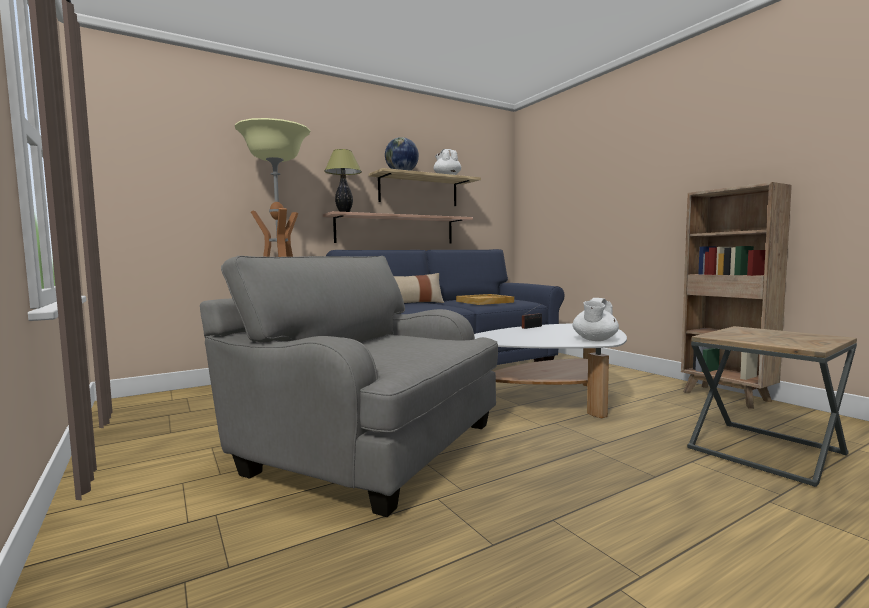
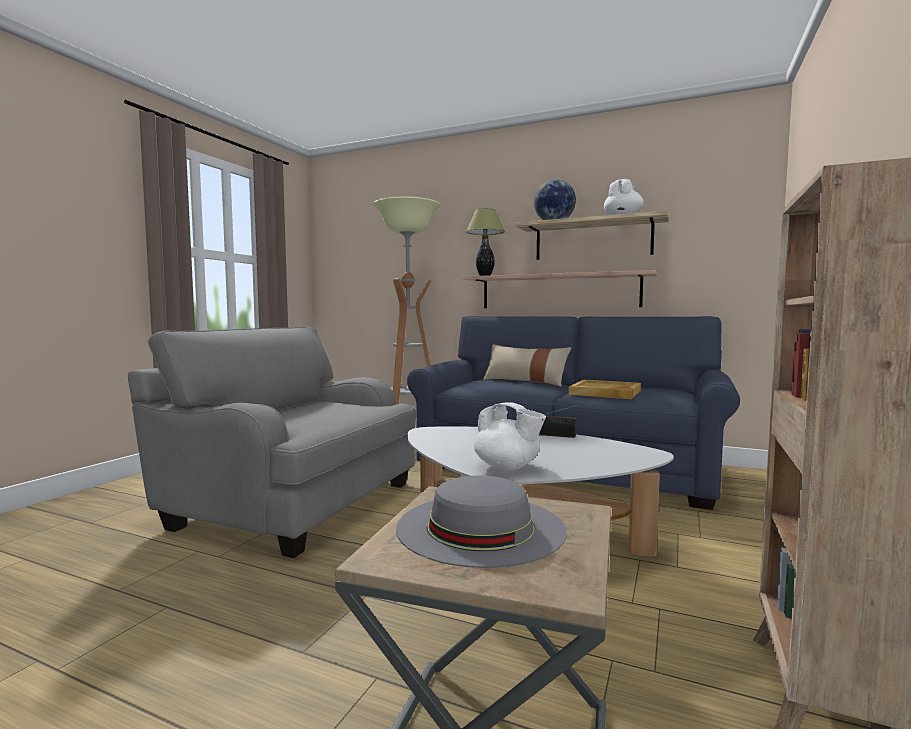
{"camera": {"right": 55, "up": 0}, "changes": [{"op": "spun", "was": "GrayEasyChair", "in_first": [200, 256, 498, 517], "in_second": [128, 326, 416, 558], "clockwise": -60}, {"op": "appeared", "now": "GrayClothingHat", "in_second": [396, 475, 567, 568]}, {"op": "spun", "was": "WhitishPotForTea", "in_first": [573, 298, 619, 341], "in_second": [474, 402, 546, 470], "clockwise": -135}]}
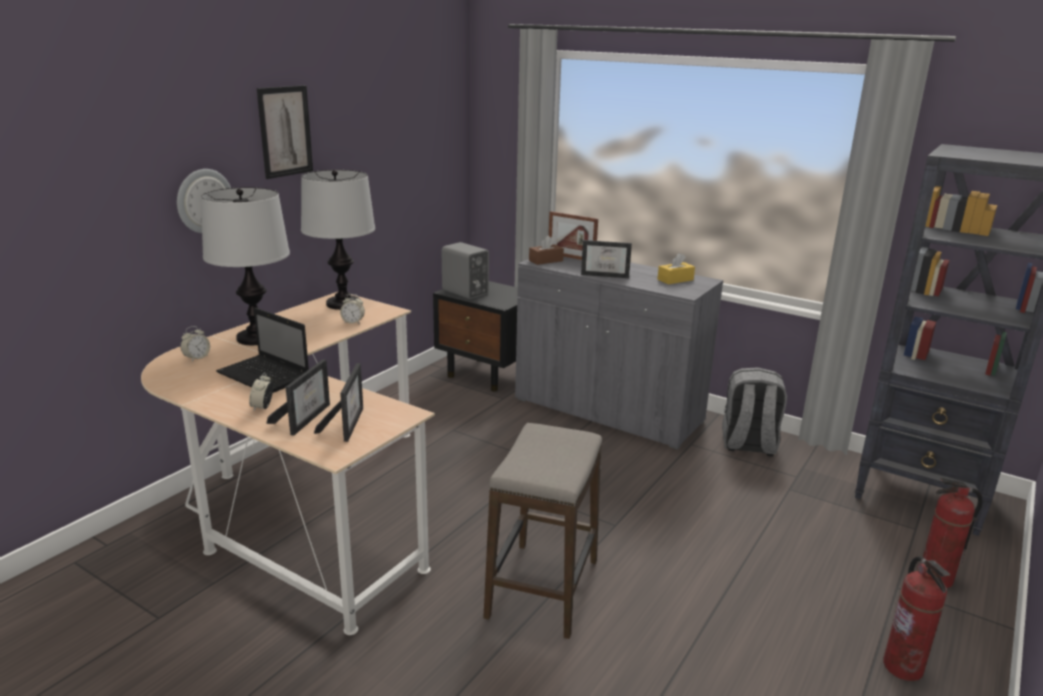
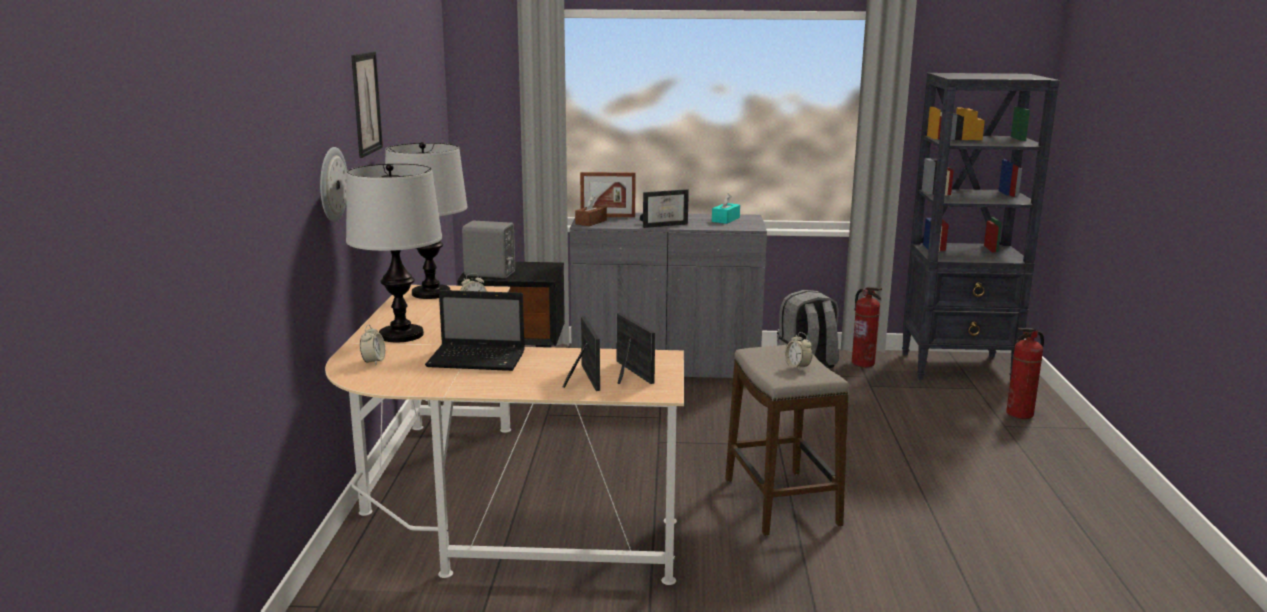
{"camera": {"right": -30, "up": -5}, "changes": [{"op": "colour", "was": "YellowTissueBox", "now": "BlueGreenTissueBox", "in_first": [657, 253, 695, 285], "in_second": [712, 193, 740, 224]}, {"op": "relocated", "was": "AlarmClock", "in_first": [249, 372, 273, 411], "in_second": [785, 332, 812, 371]}, {"op": "relocated", "was": "Extinguisher", "in_first": [883, 556, 950, 681], "in_second": [852, 287, 882, 367]}]}
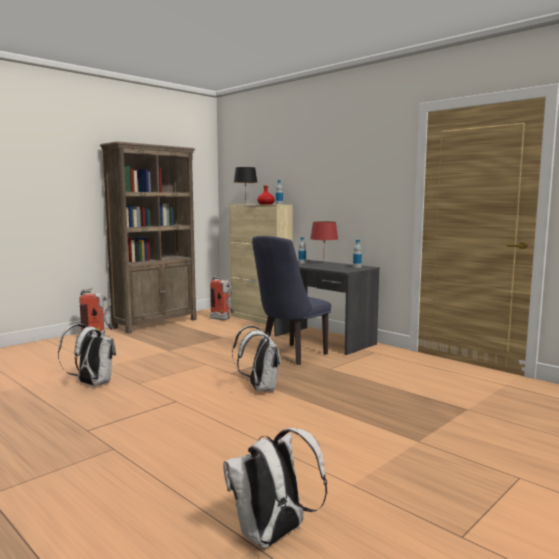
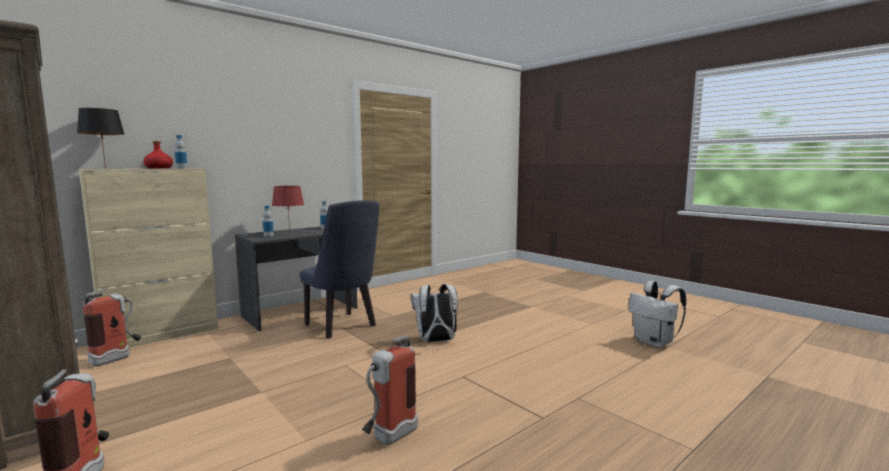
{"camera": {"right": -85, "up": 0}, "changes": [{"op": "exchanged", "was": "WhitishBackpack", "now": "Extinguisher", "in_first": [58, 324, 116, 386], "in_second": [362, 335, 418, 445]}]}
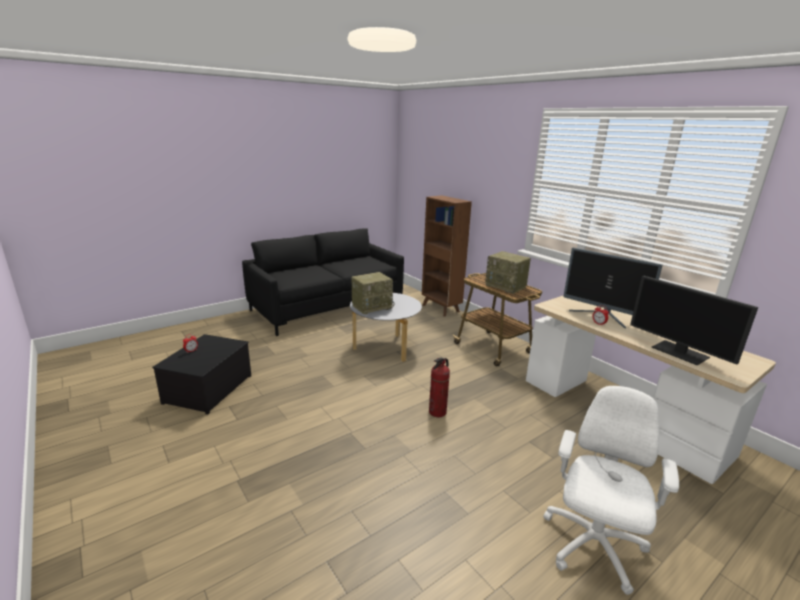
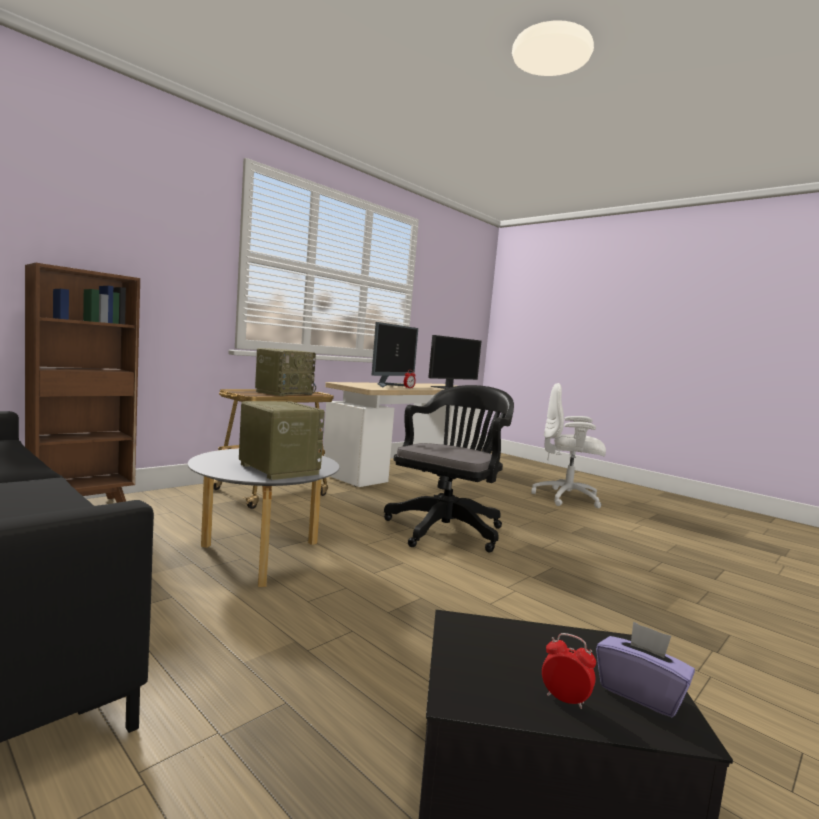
{"camera": {"right": -100, "up": -15}, "changes": [{"op": "exchanged", "was": "Extinguisher", "now": "BlackishDeskChair", "in_first": [429, 358, 450, 417], "in_second": [384, 385, 514, 553]}, {"op": "appeared", "now": "PurpleTissueBox", "in_second": [596, 621, 695, 717]}]}
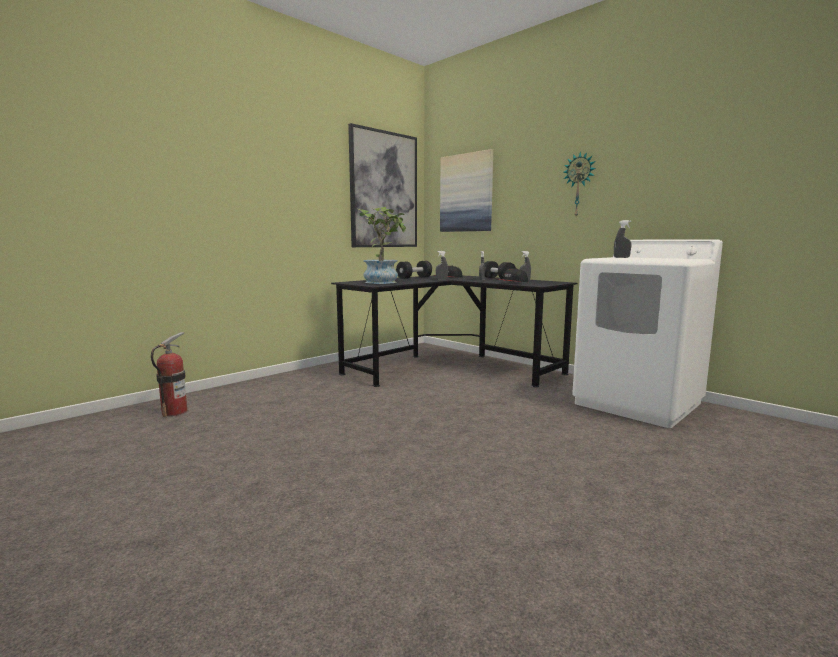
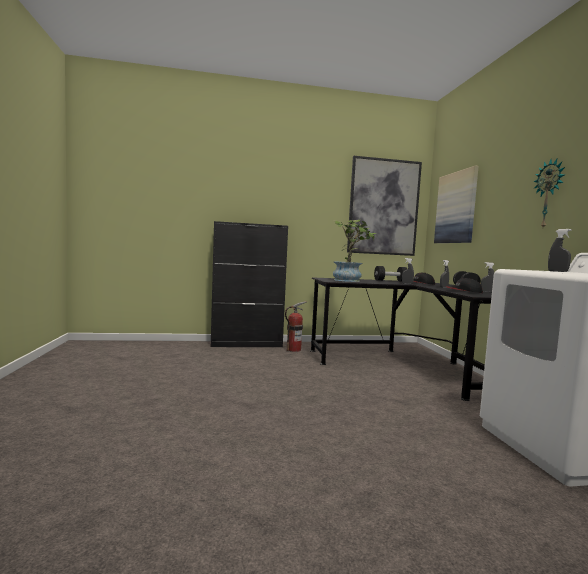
{"camera": {"right": 35, "up": -5}, "changes": [{"op": "appeared", "now": "BlackishCupboard", "in_second": [211, 221, 288, 347]}, {"op": "relocated", "was": "Extinguisher", "in_first": [151, 332, 187, 417], "in_second": [285, 301, 307, 352]}]}
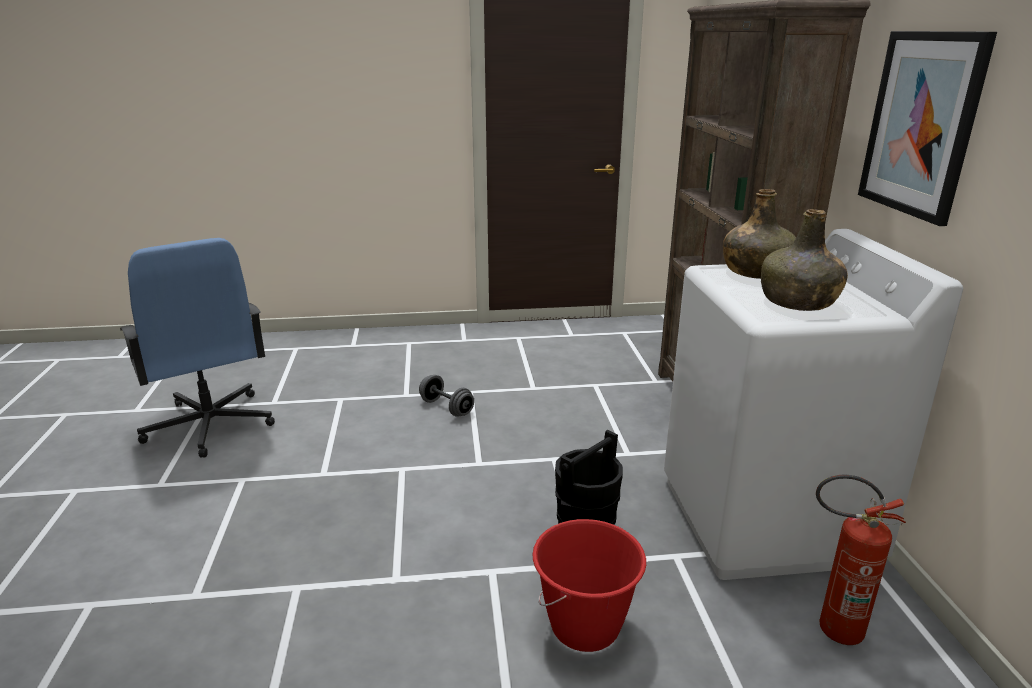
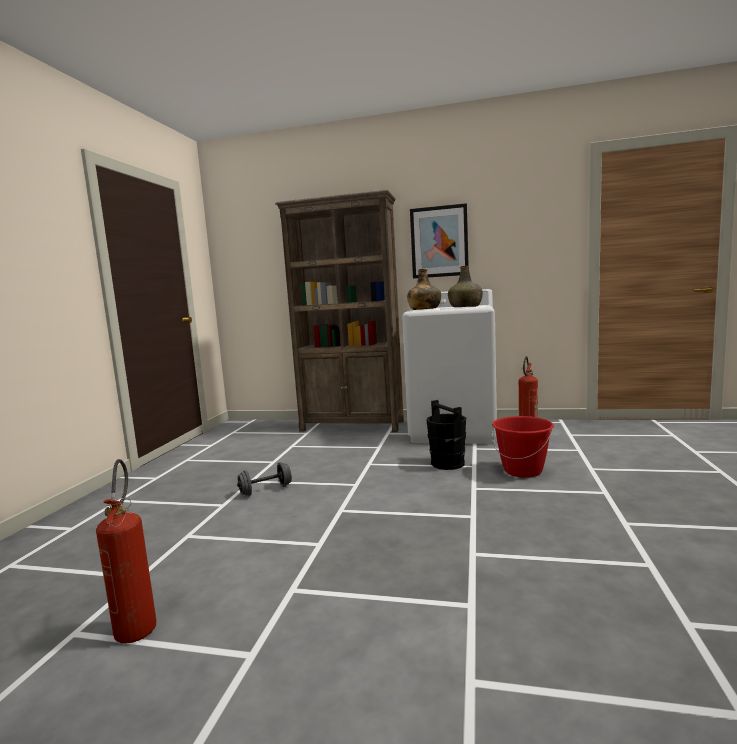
{"camera": {"right": -70, "up": -15}, "changes": [{"op": "exchanged", "was": "BlueColouredDeskChair", "now": "Extinguisher", "in_first": [120, 238, 275, 458], "in_second": [96, 459, 156, 644]}]}
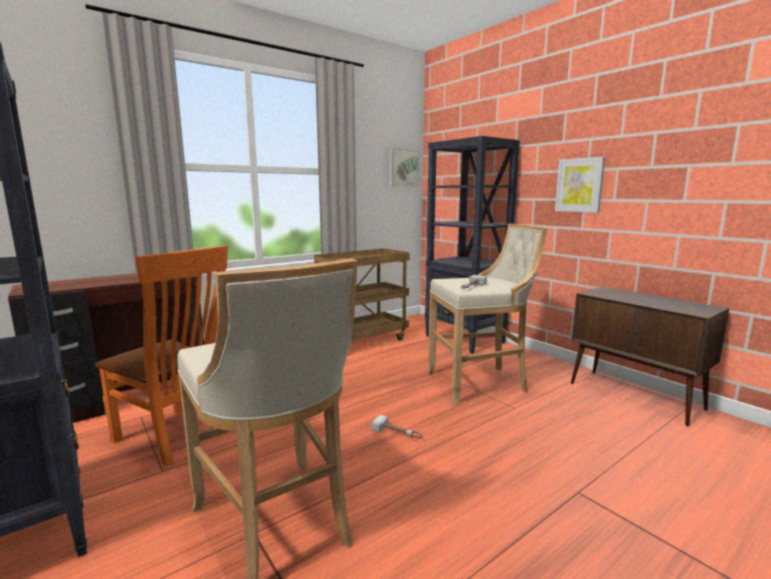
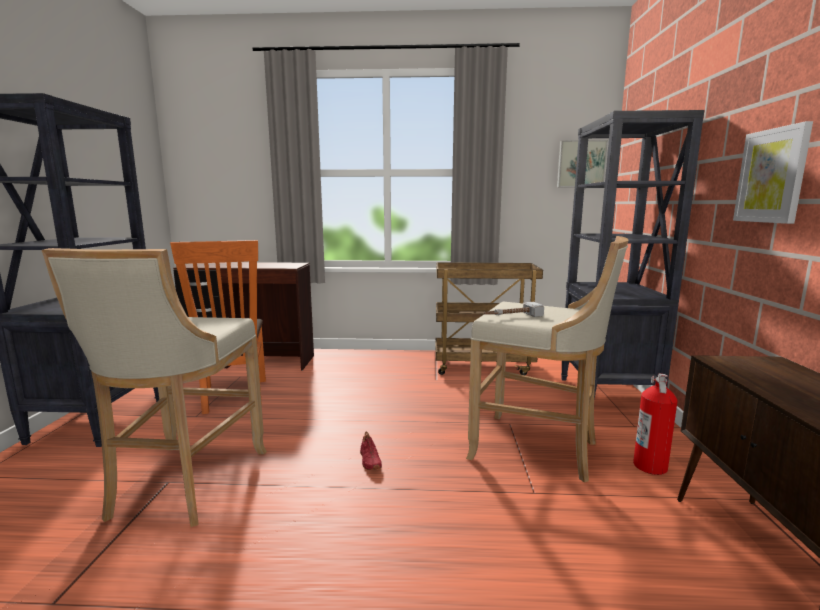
{"camera": {"right": 40, "up": 0}, "changes": [{"op": "exchanged", "was": "HandHammer", "now": "RedColouredLowShoe", "in_first": [371, 415, 422, 439], "in_second": [360, 431, 382, 470]}, {"op": "appeared", "now": "Extinguisher", "in_second": [633, 373, 678, 475]}]}
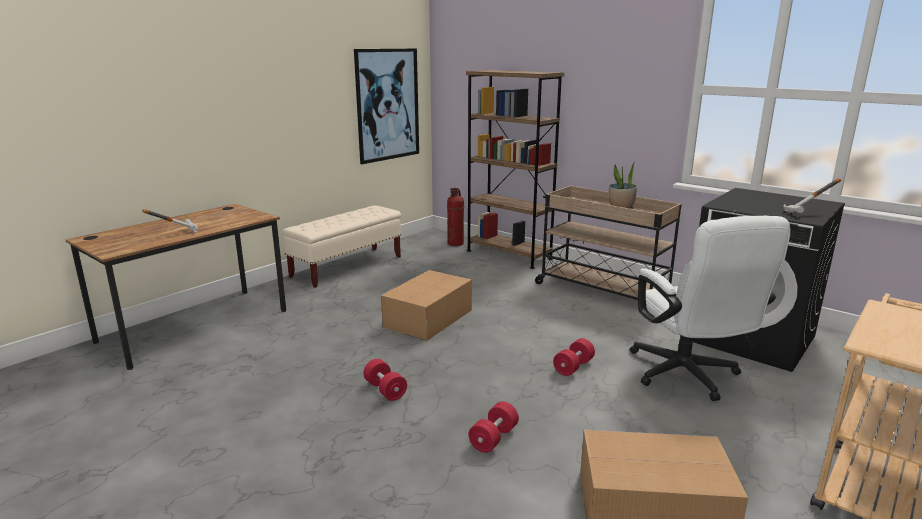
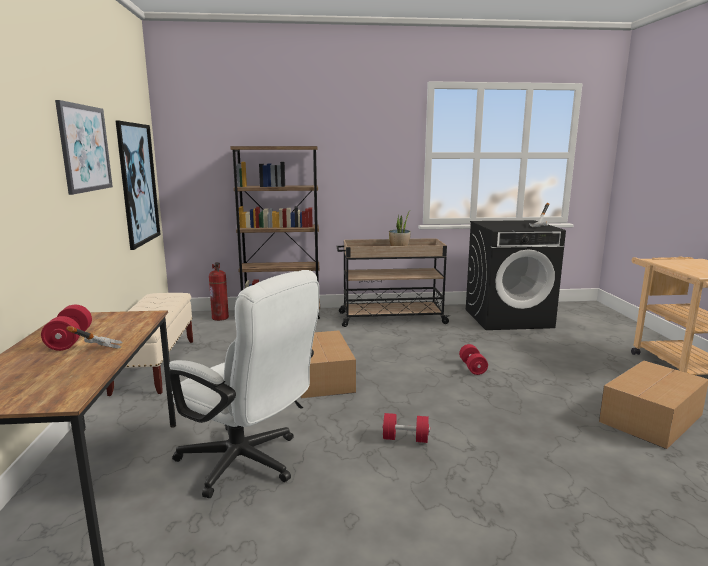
{"camera": {"right": -45, "up": -5}, "changes": [{"op": "relocated", "was": "RedColouredFreeWeight", "in_first": [469, 401, 519, 453], "in_second": [41, 305, 92, 351]}, {"op": "appeared", "now": "Picture", "in_second": [55, 100, 113, 195]}, {"op": "relocated", "was": "WhitishDeskChair", "in_first": [630, 216, 790, 401], "in_second": [169, 270, 319, 498]}]}
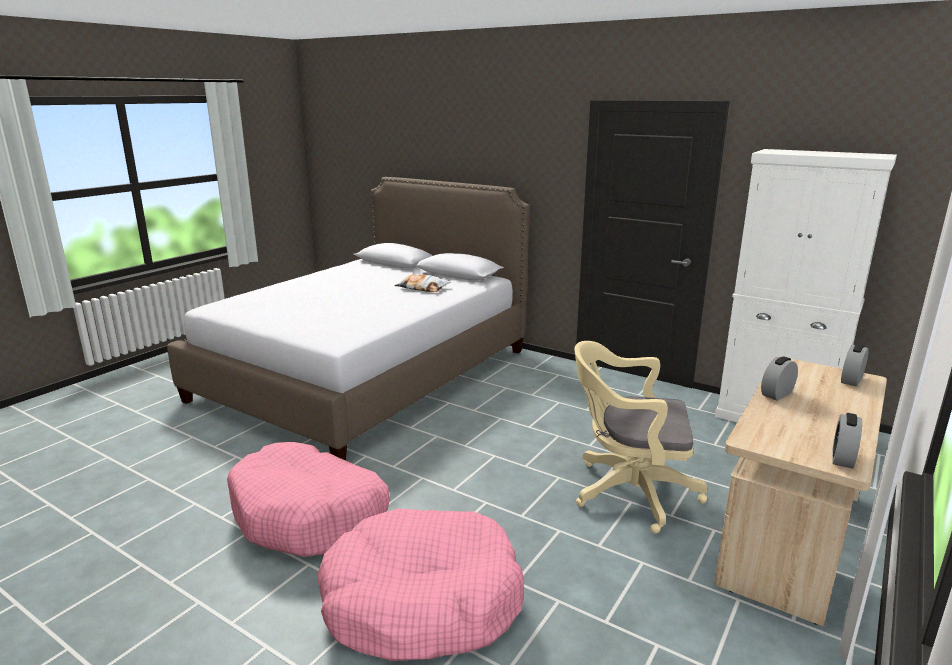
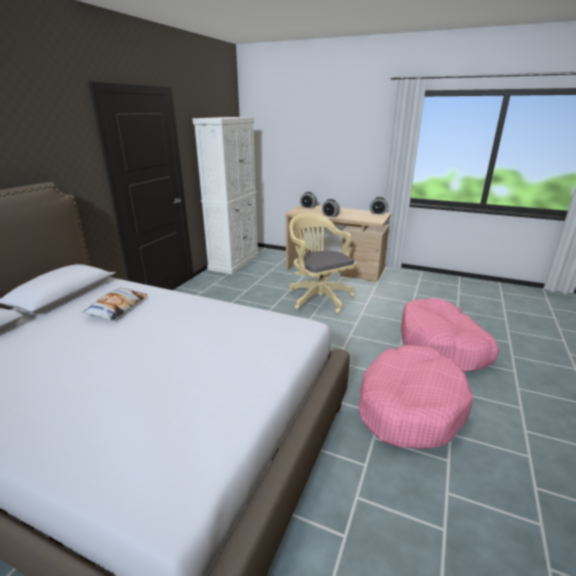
{"camera": {"right": -100, "up": 5}, "changes": [{"op": "spun", "was": "BeigeDeskChair", "in_first": [575, 341, 707, 534], "in_second": [289, 213, 355, 314], "clockwise": 150}]}
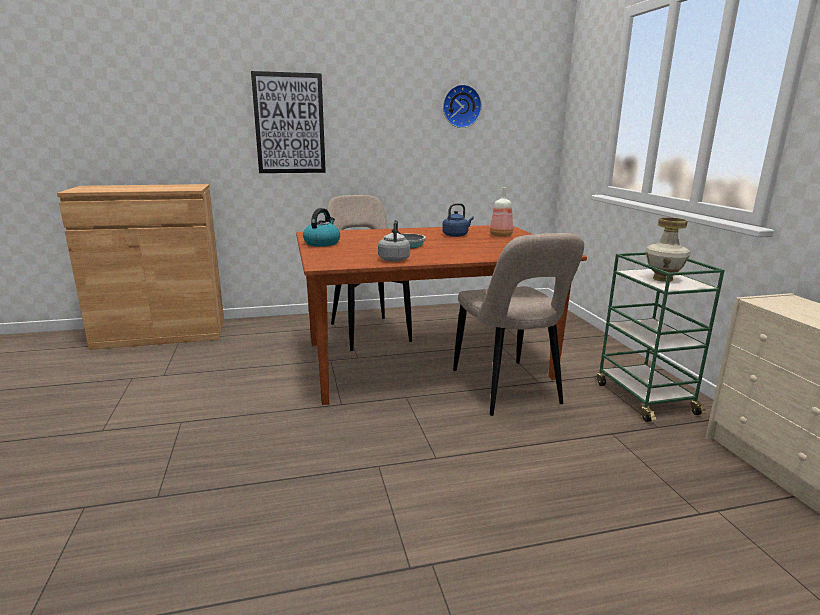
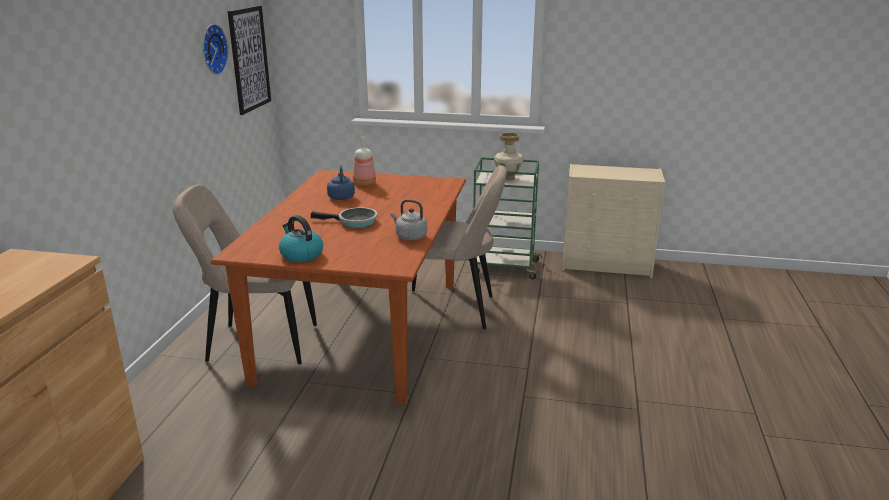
{"camera": {"right": -65, "up": 5}, "changes": [{"op": "relocated", "was": "Picture", "in_first": [251, 71, 326, 173], "in_second": [228, 5, 271, 115]}]}
